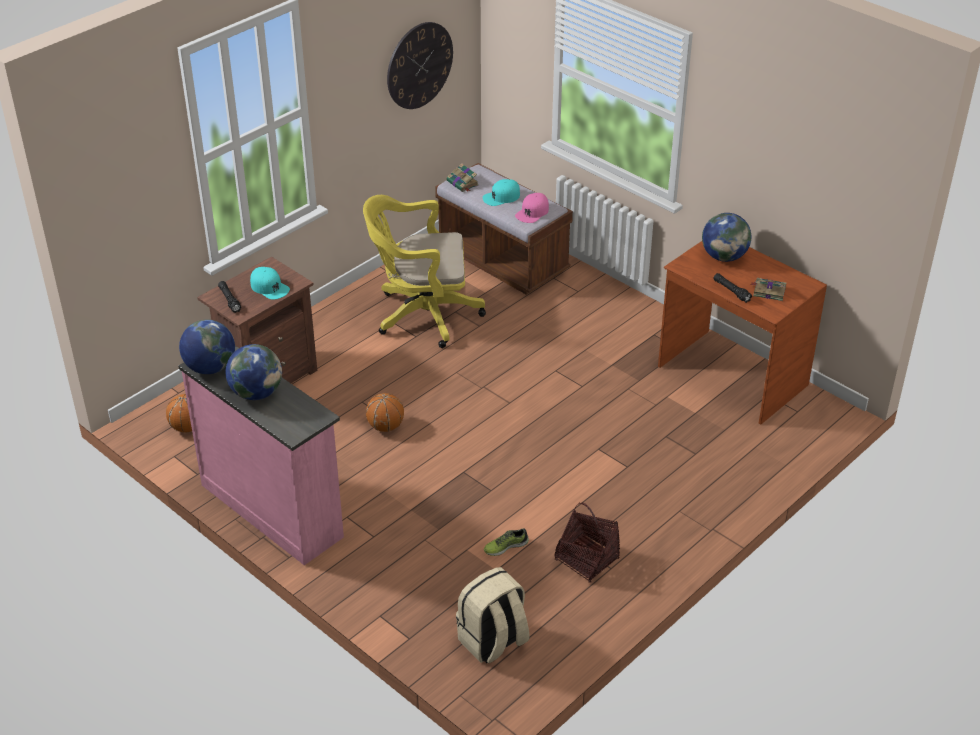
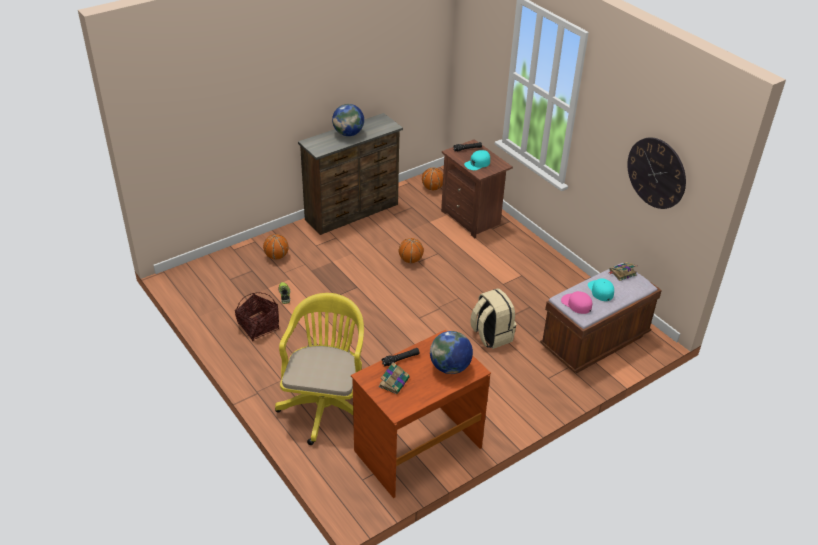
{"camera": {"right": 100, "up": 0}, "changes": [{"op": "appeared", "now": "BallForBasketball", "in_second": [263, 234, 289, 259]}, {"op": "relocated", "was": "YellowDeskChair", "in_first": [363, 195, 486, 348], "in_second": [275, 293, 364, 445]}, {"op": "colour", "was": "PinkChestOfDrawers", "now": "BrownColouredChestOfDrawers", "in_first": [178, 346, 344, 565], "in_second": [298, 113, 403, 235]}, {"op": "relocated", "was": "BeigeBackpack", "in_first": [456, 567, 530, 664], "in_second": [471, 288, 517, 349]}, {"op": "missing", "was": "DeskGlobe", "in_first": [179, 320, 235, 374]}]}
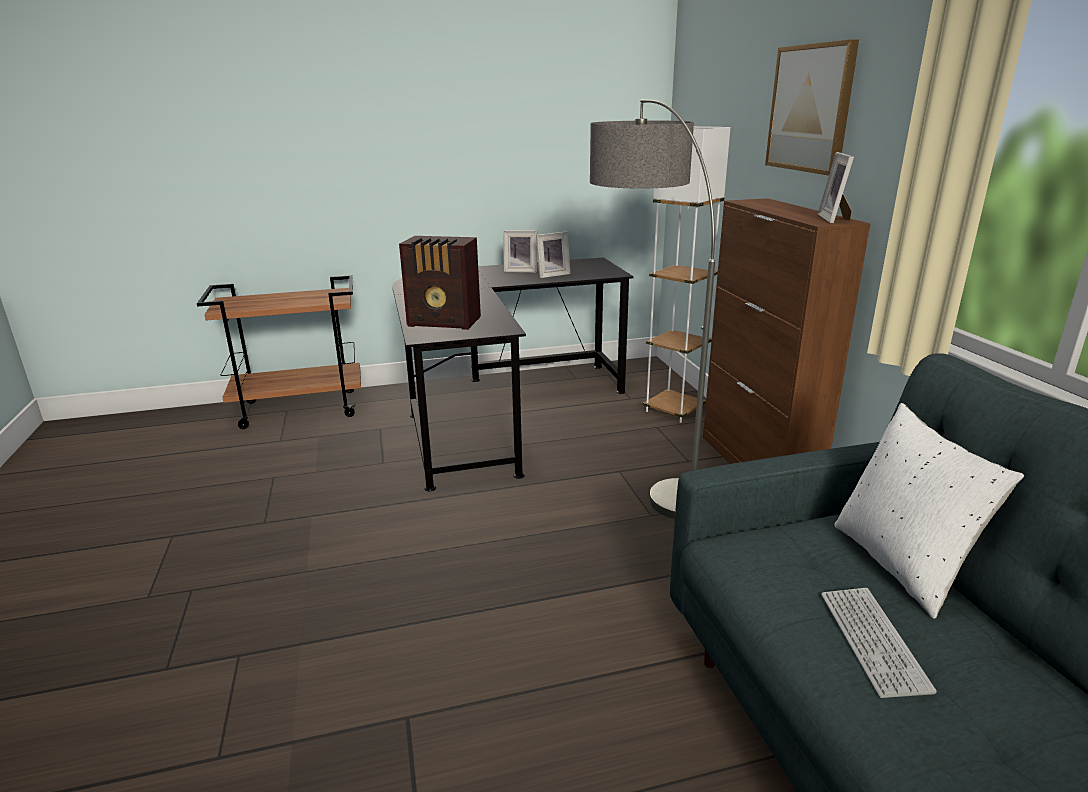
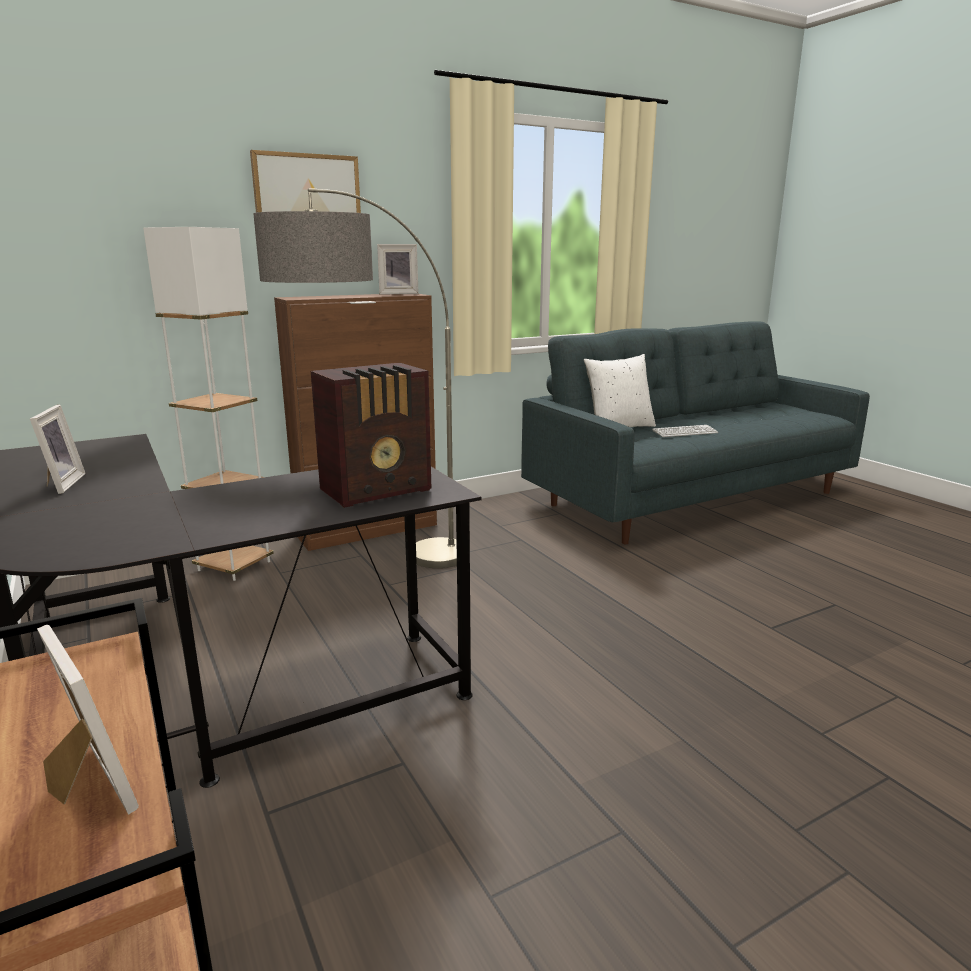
{"camera": {"right": -105, "up": -5}, "changes": [{"op": "relocated", "was": "PictureFrame", "in_first": [536, 231, 571, 278], "in_second": [37, 625, 139, 815]}, {"op": "spun", "was": "Radio", "in_first": [399, 236, 481, 330], "in_second": [311, 363, 431, 508], "clockwise": 60}]}
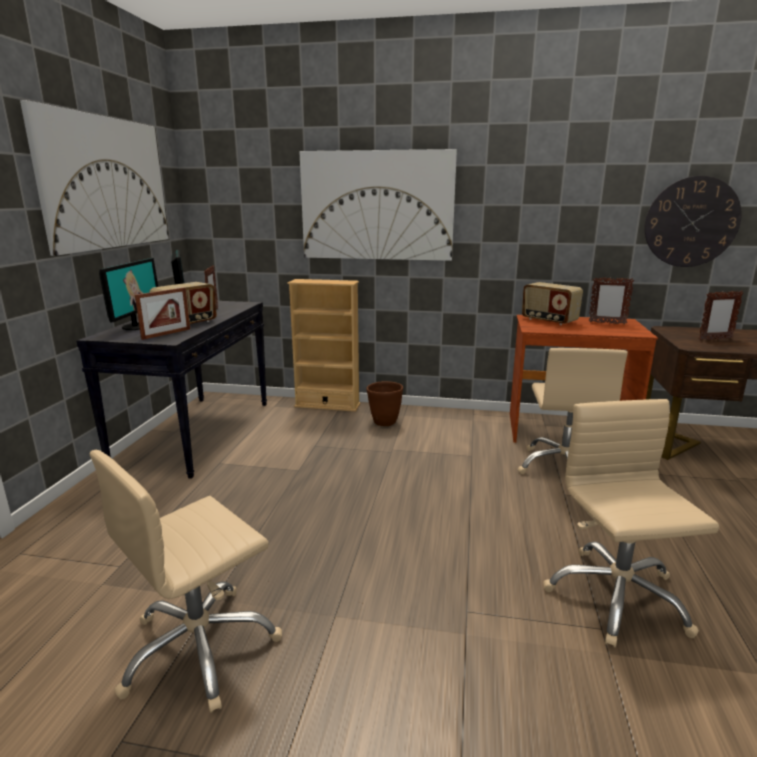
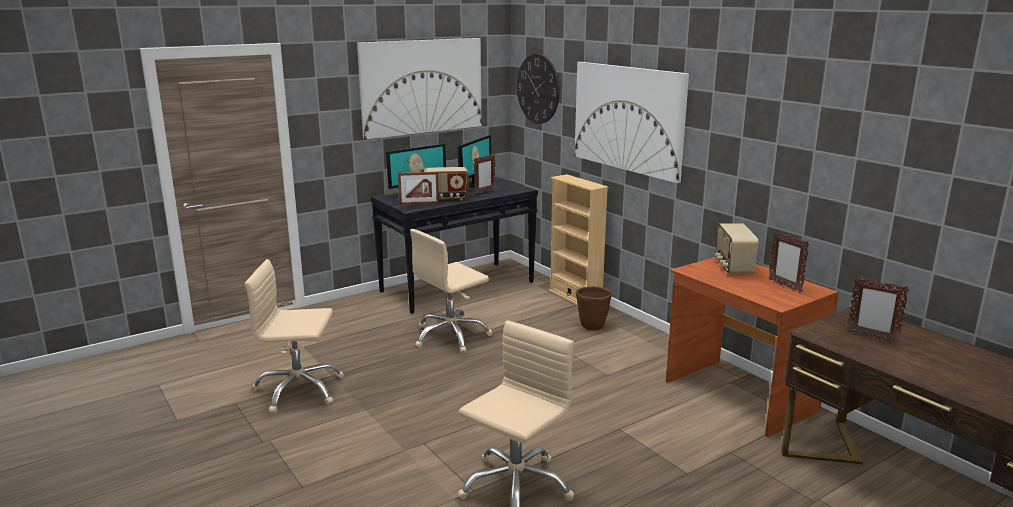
{"camera": {"right": 45, "up": 0}, "changes": [{"op": "relocated", "was": "BeigeDeskChair", "in_first": [518, 348, 628, 474], "in_second": [410, 229, 492, 353]}, {"op": "relocated", "was": "ClockOnTheWall", "in_first": [644, 176, 742, 267], "in_second": [517, 54, 560, 124]}]}
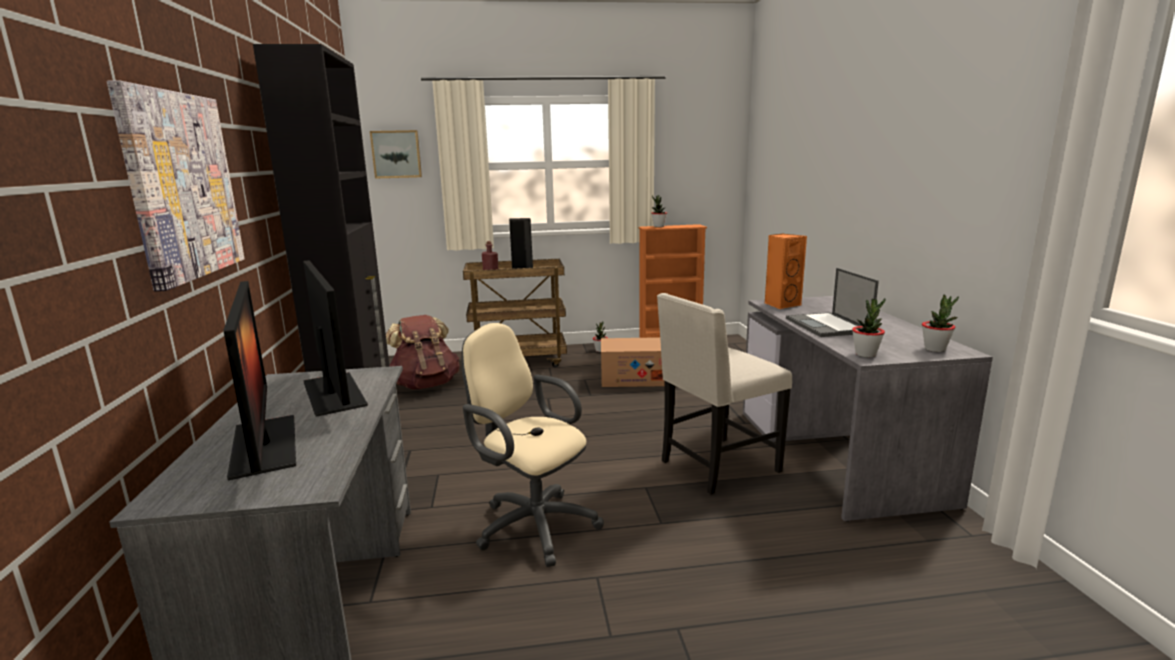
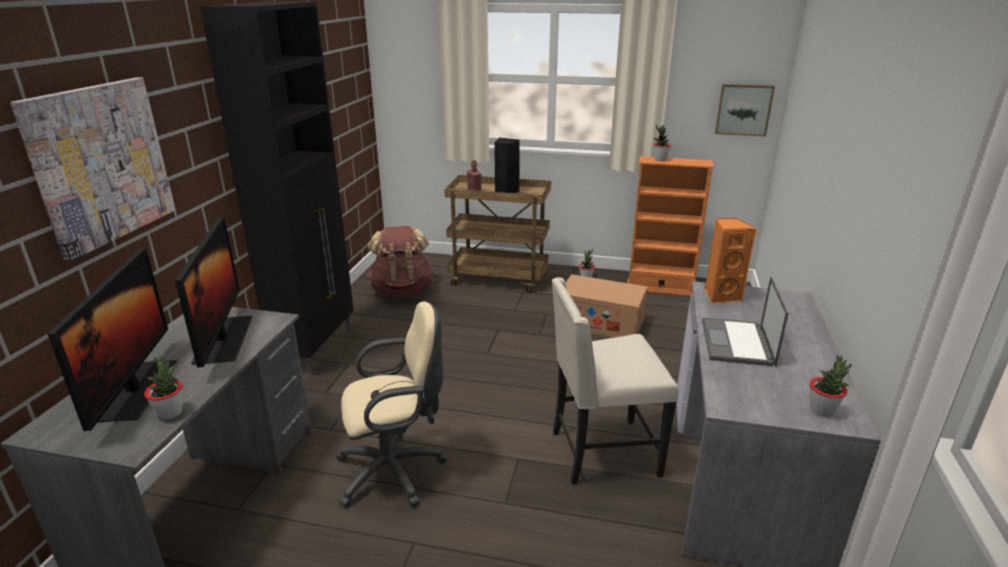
{"camera": {"right": 20, "up": 10}, "changes": [{"op": "relocated", "was": "Houseplant", "in_first": [852, 298, 886, 357], "in_second": [144, 356, 183, 420]}, {"op": "spun", "was": "BeigeDeskChair", "in_first": [462, 323, 604, 567], "in_second": [336, 301, 448, 508], "clockwise": 105}, {"op": "relocated", "was": "Picture", "in_first": [370, 130, 422, 178], "in_second": [715, 84, 775, 136]}]}
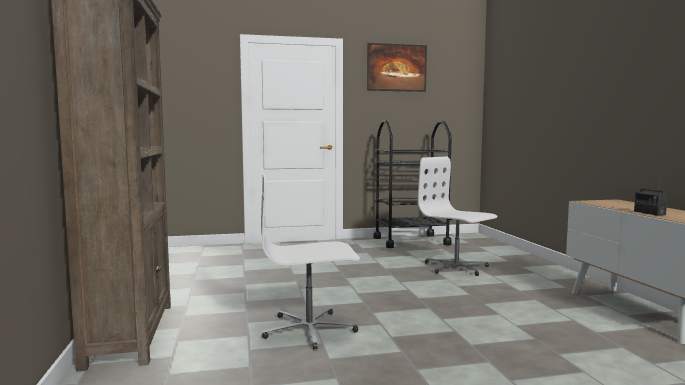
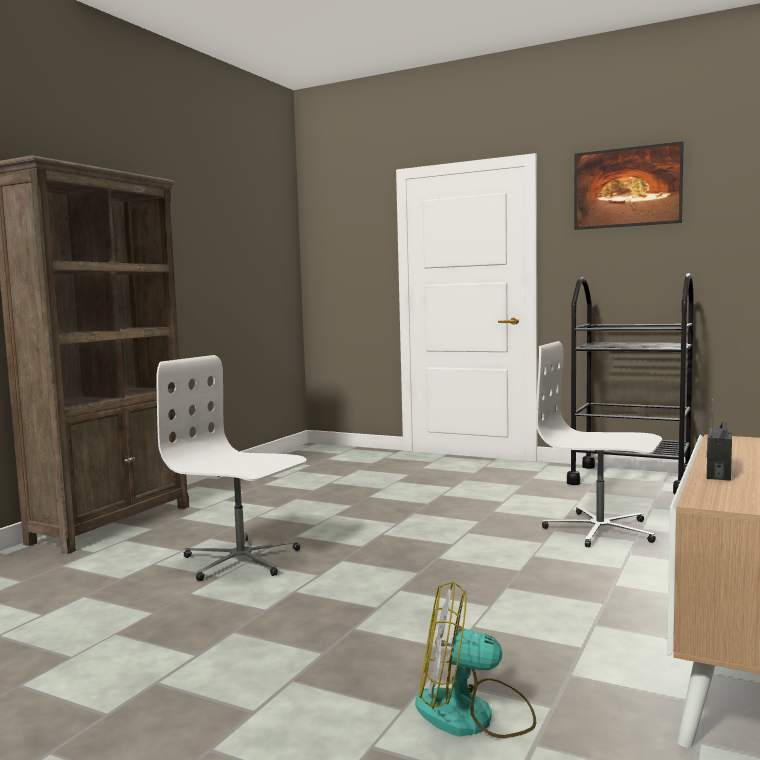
{"camera": {"right": 40, "up": 0}, "changes": [{"op": "appeared", "now": "CoolingFan", "in_second": [415, 581, 536, 738]}, {"op": "spun", "was": "WhitishDeskChair", "in_first": [418, 156, 497, 276], "in_second": [536, 341, 662, 547], "clockwise": -60}]}
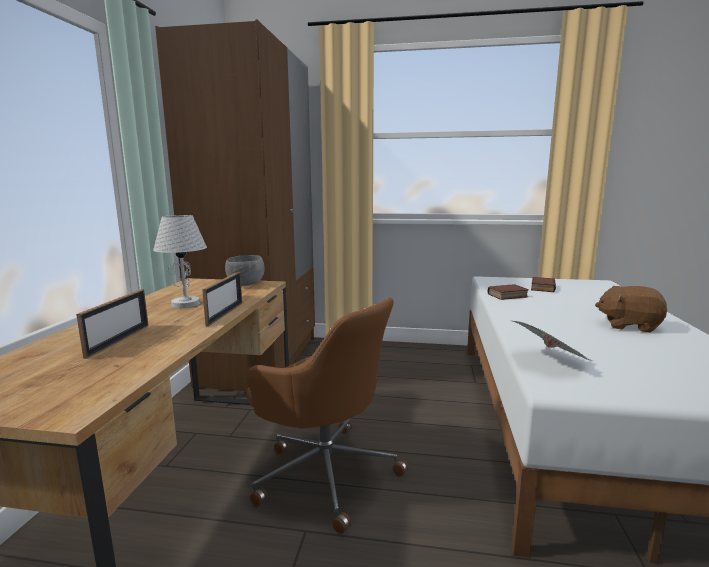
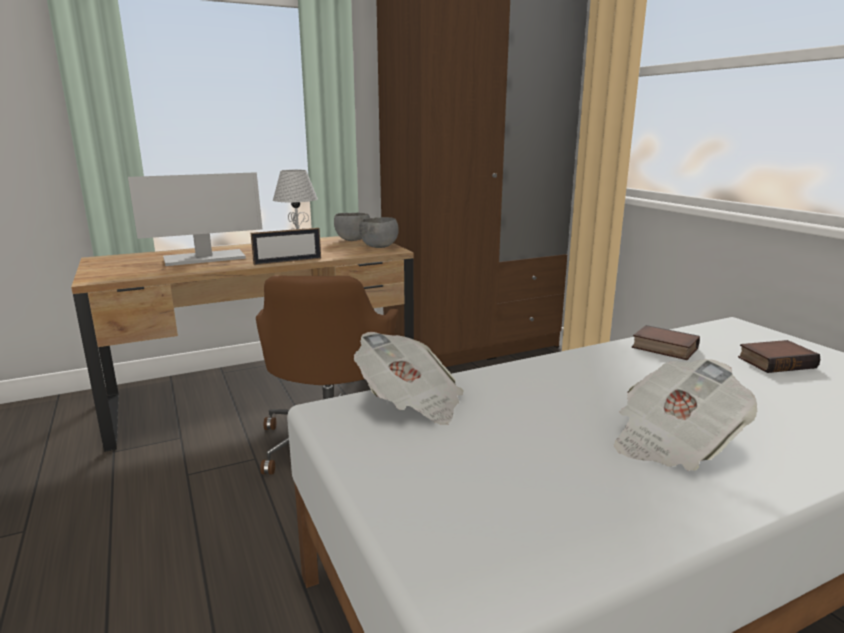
{"camera": {"right": 55, "up": 5}, "changes": [{"op": "exchanged", "was": "PictureFrame", "now": "ComputerDisplay", "in_first": [76, 289, 148, 359], "in_second": [128, 172, 262, 266]}, {"op": "appeared", "now": "GrayServingBowl", "in_second": [334, 213, 370, 241]}, {"op": "exchanged", "was": "BrownColouredCuddlyToy", "now": "DailyPaper", "in_first": [595, 286, 667, 333], "in_second": [614, 359, 758, 471]}]}
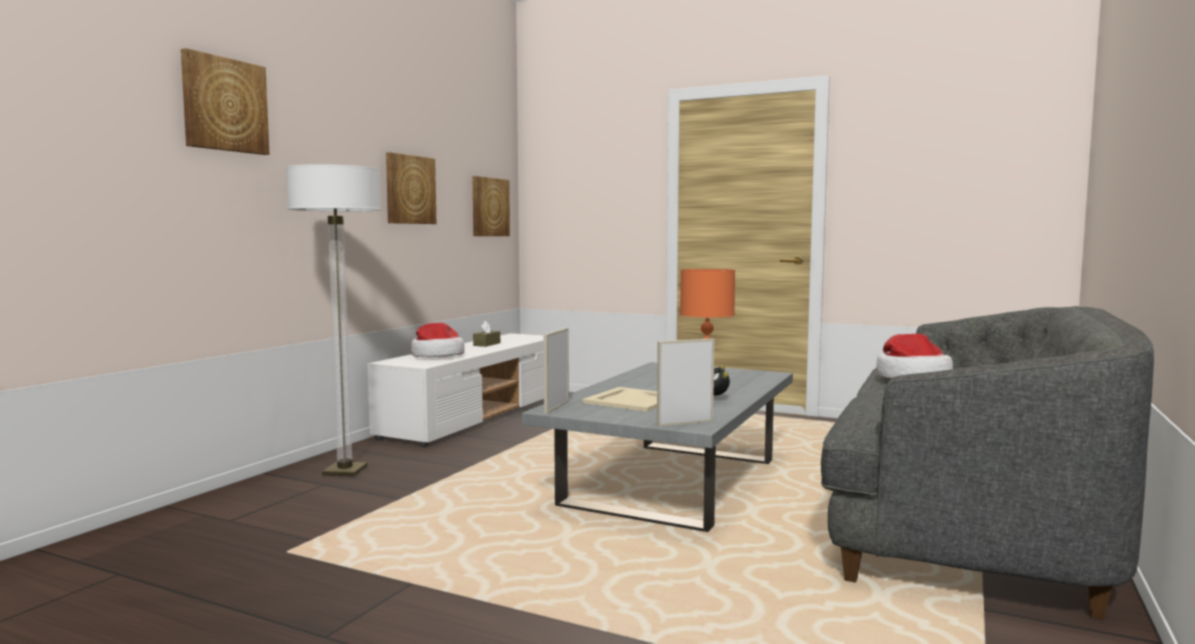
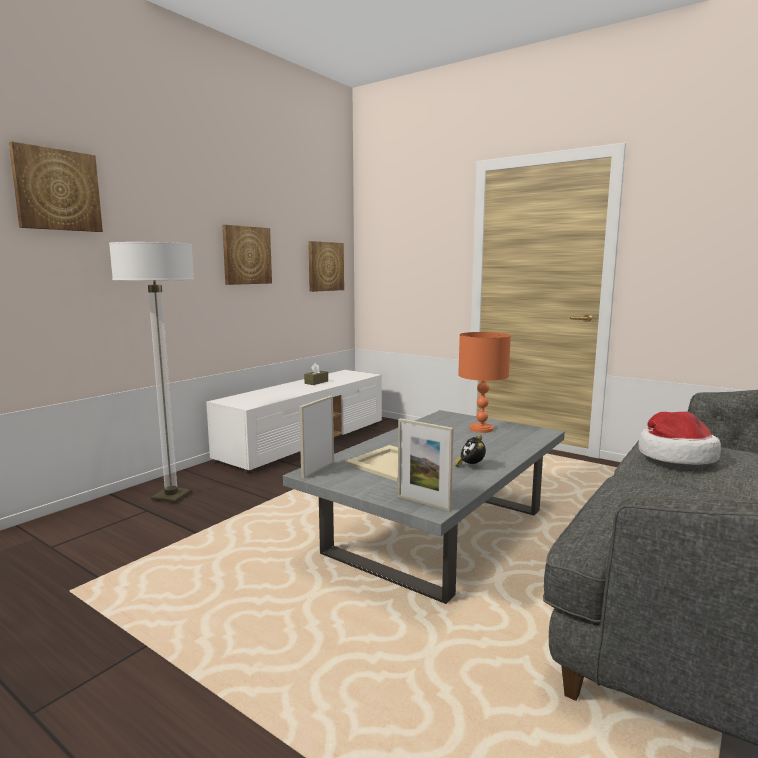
{"camera": {"right": 10, "up": 5}, "changes": [{"op": "spun", "was": "PictureFrame", "in_first": [657, 339, 714, 427], "in_second": [398, 418, 454, 511], "clockwise": -135}, {"op": "missing", "was": "ClothingHat", "in_first": [411, 323, 464, 357]}]}
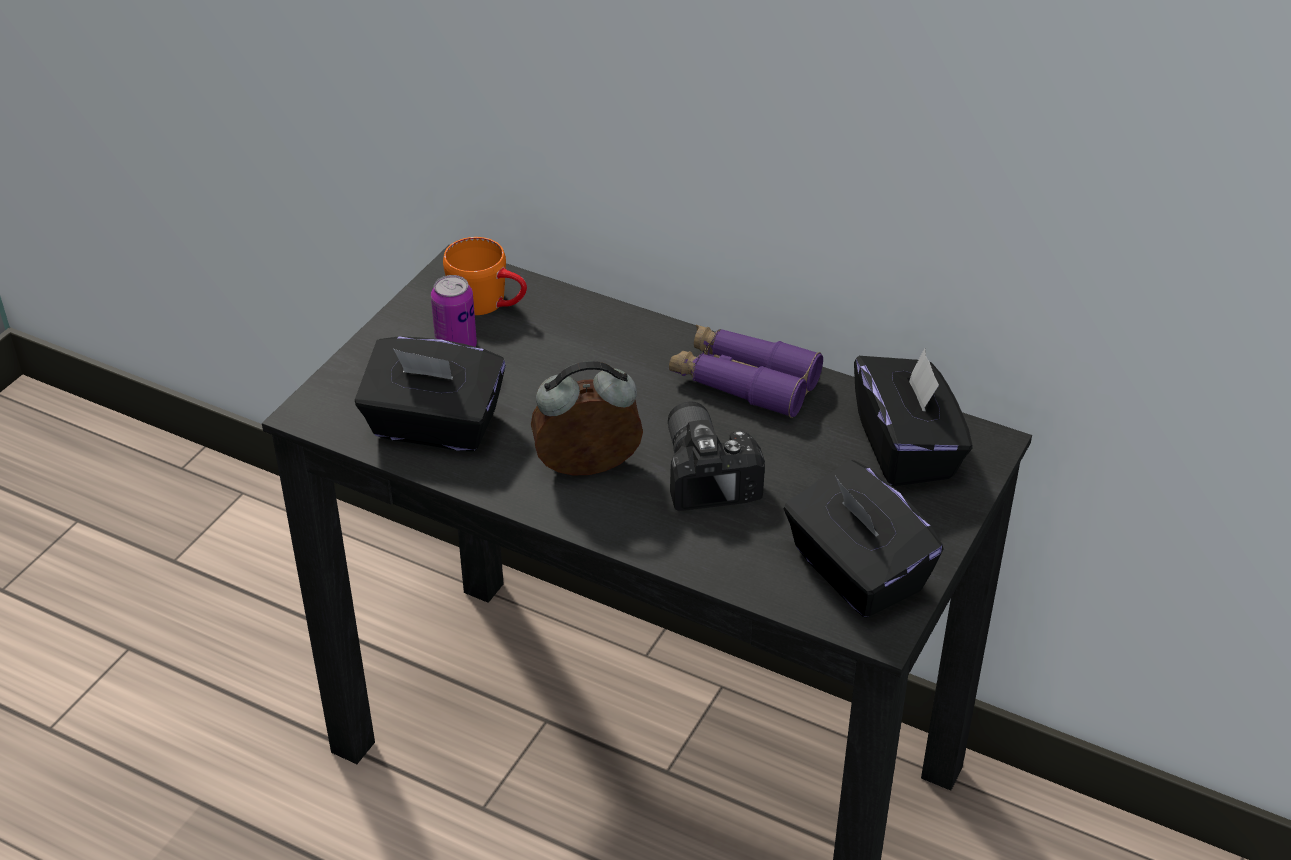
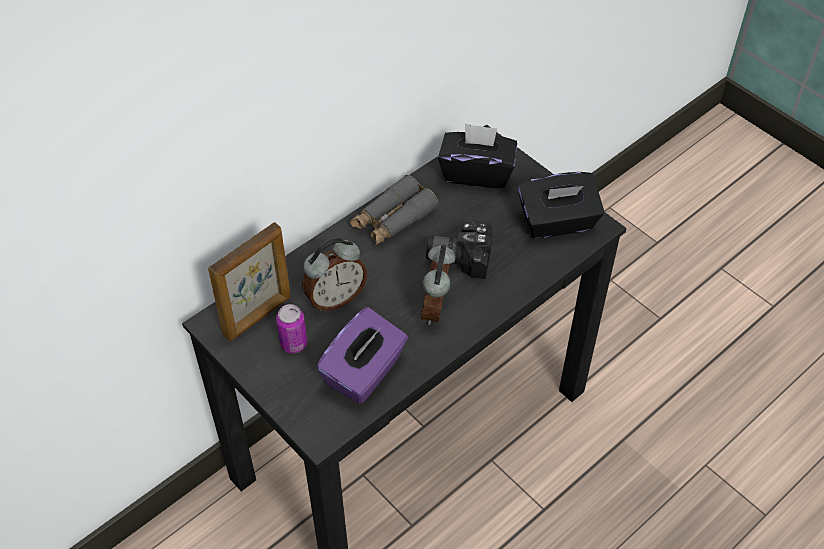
{"camera": {"right": -70, "up": 10}, "changes": [{"op": "exchanged", "was": "OrangeyCoffeeMug", "now": "PictureFrame", "in_first": [443, 237, 527, 315], "in_second": [208, 222, 291, 341]}, {"op": "appeared", "now": "AlarmClock", "in_second": [302, 238, 367, 311]}, {"op": "colour", "was": "BlackishTissueBox", "now": "PurpleTissueBox", "in_first": [355, 336, 506, 452], "in_second": [317, 307, 408, 404]}, {"op": "colour", "was": "PurplePairOfBinoculars", "now": "GrayPairOfBinoculars", "in_first": [669, 325, 823, 418], "in_second": [350, 175, 439, 246]}]}
